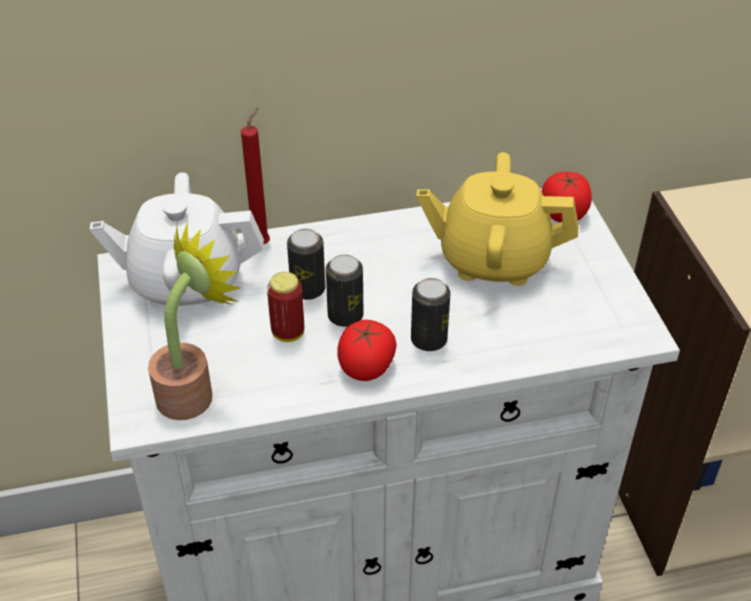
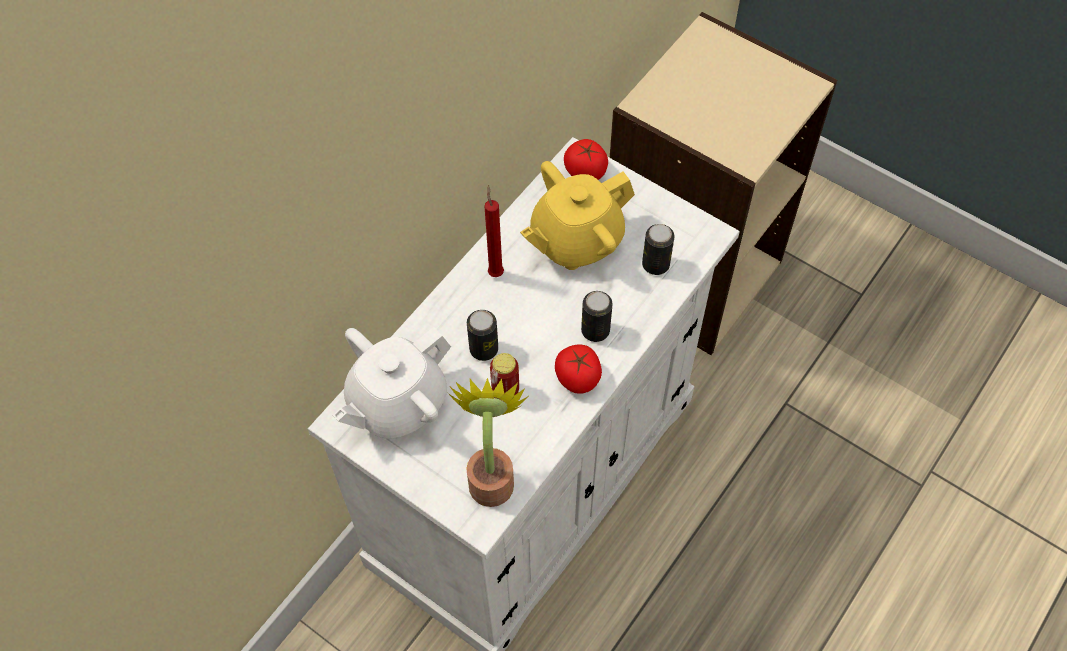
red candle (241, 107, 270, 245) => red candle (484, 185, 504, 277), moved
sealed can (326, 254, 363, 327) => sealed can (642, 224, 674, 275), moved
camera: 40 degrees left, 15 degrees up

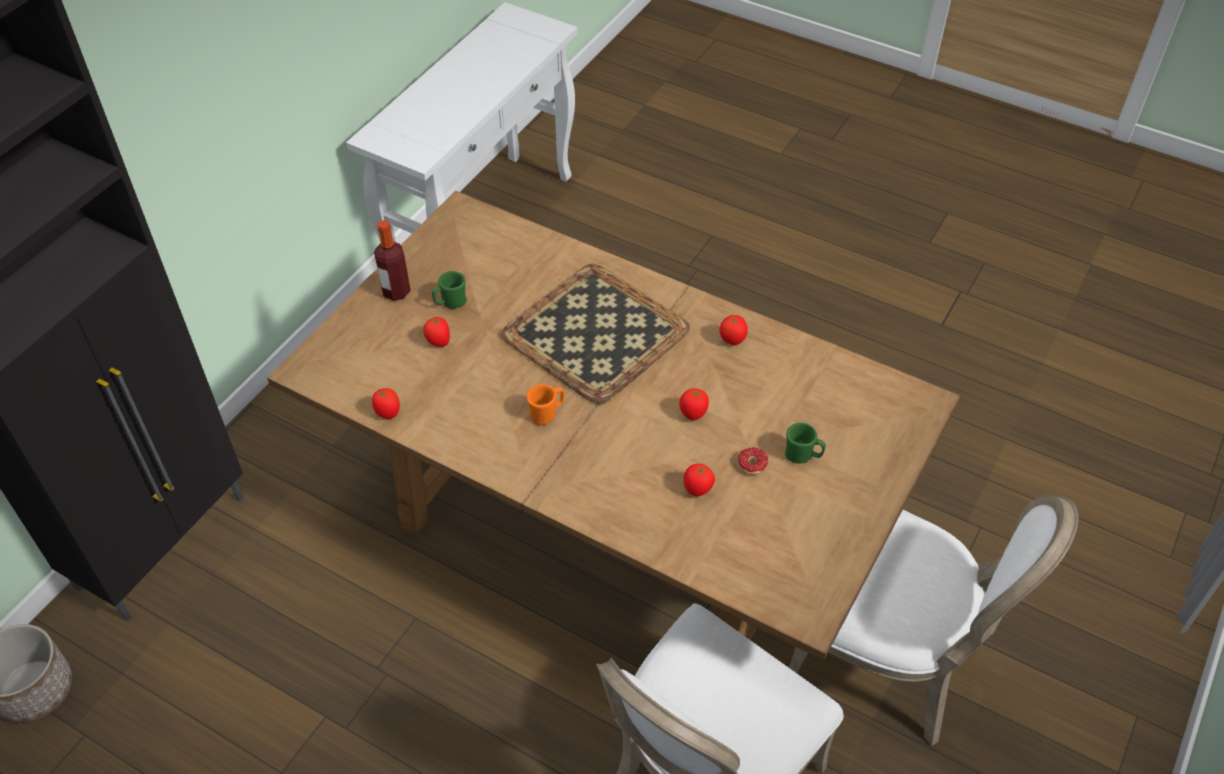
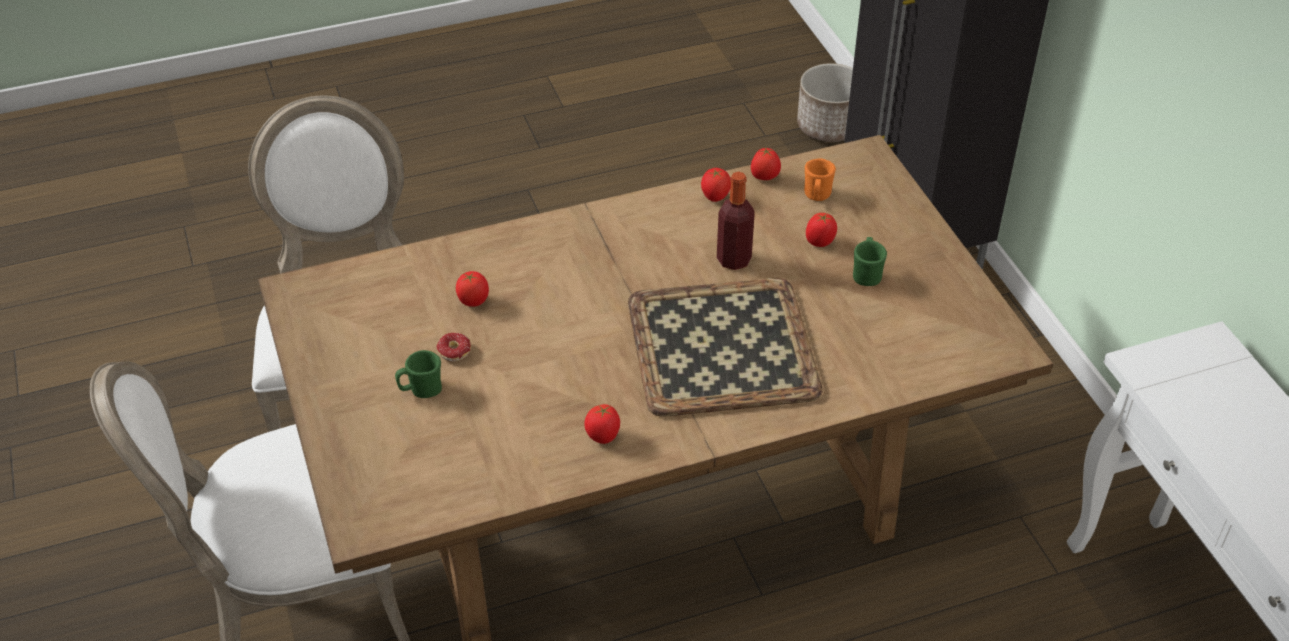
tomato (679, 388, 709, 420) => tomato (701, 168, 731, 202), moved
bottle (374, 220, 411, 301) => bottle (717, 172, 755, 270), moved
orange tea mug (527, 384, 565, 425) => orange tea mug (804, 158, 836, 201), moved
camera: 130 degrees right, 5 degrees down

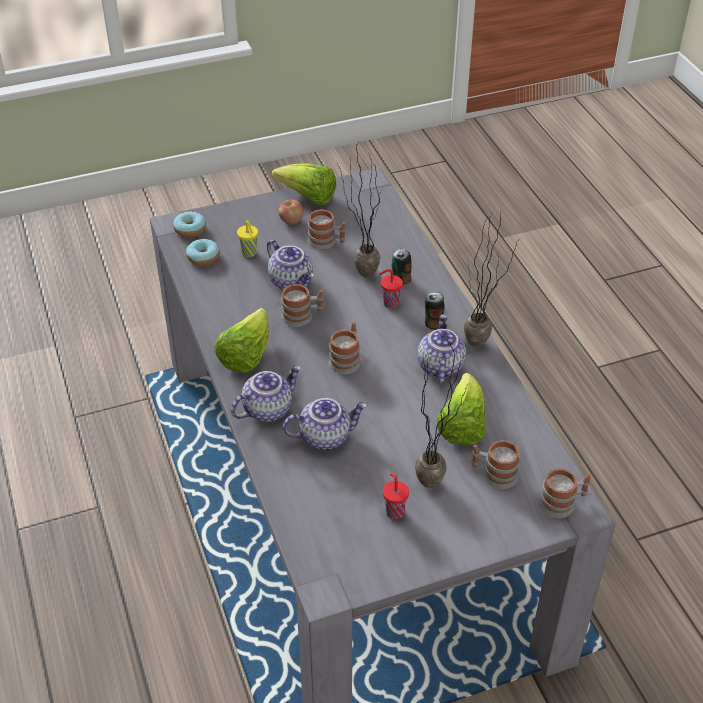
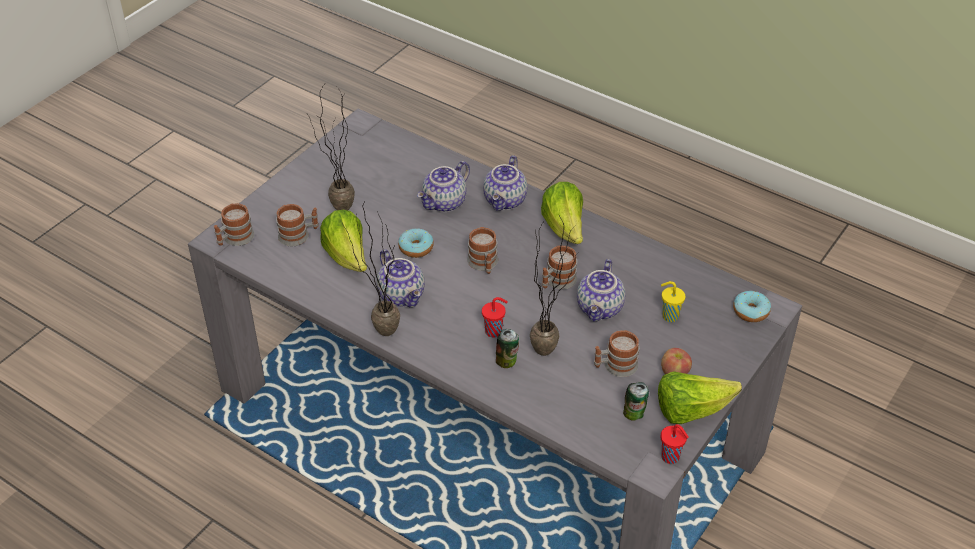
donut (186, 239, 220, 266) => donut (398, 228, 434, 258), moved
pot for tea (267, 240, 314, 290) => pot for tea (577, 259, 625, 322), 90 degrees counterclockwise
sealed can (425, 291, 445, 330) => sealed can (623, 382, 649, 421), moved
red drinking cup (383, 473, 409, 519) => red drinking cup (660, 424, 689, 464), moved
camera: 145 degrees right, 0 degrees up

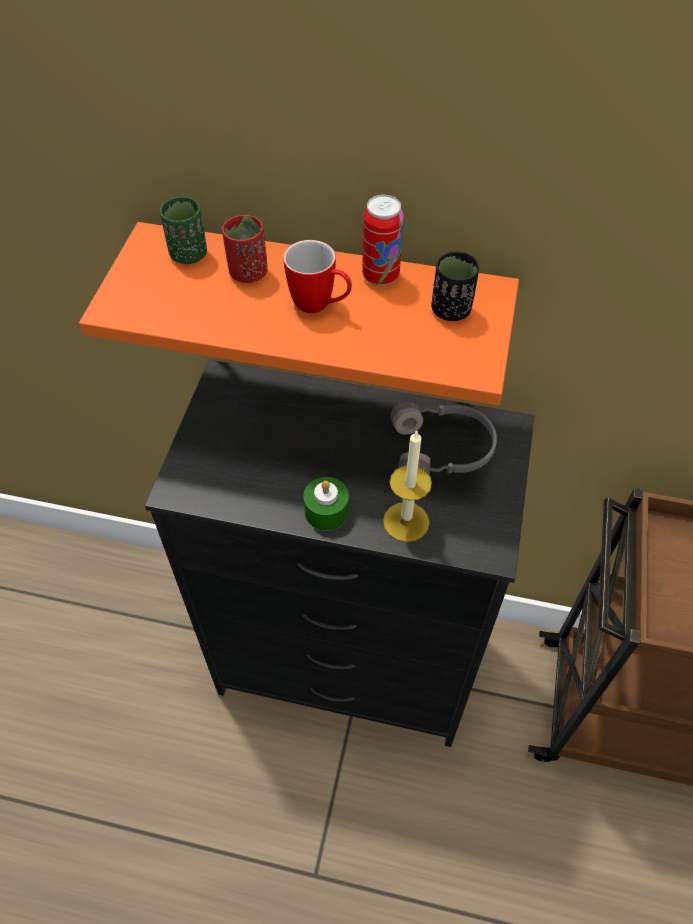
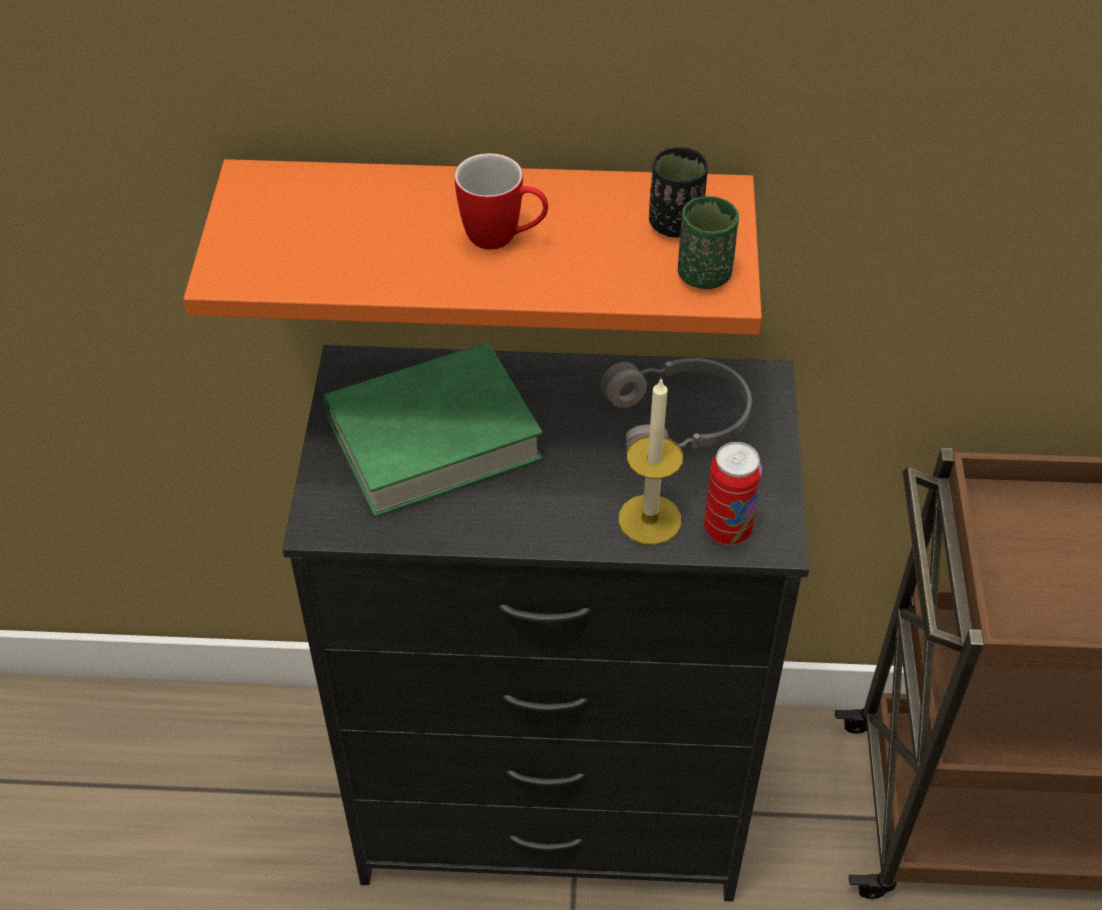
nothing => green-coloured volume (324, 343, 543, 518)
green-coloured drinking cup (160, 197, 207, 264) => green-coloured drinking cup (678, 196, 739, 289), moved
sealed can (362, 195, 404, 286) => sealed can (704, 442, 762, 546), moved
red drinking cup (222, 215, 268, 283) => nothing
green-coloured candle (303, 477, 349, 531) => nothing
camera: 10 degrees left, 5 degrees down

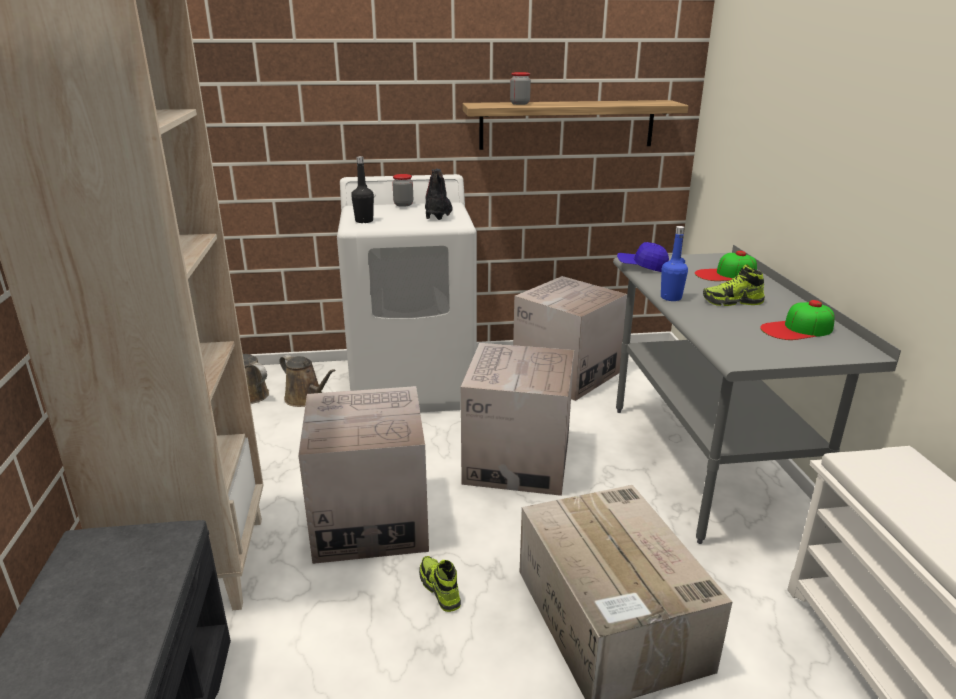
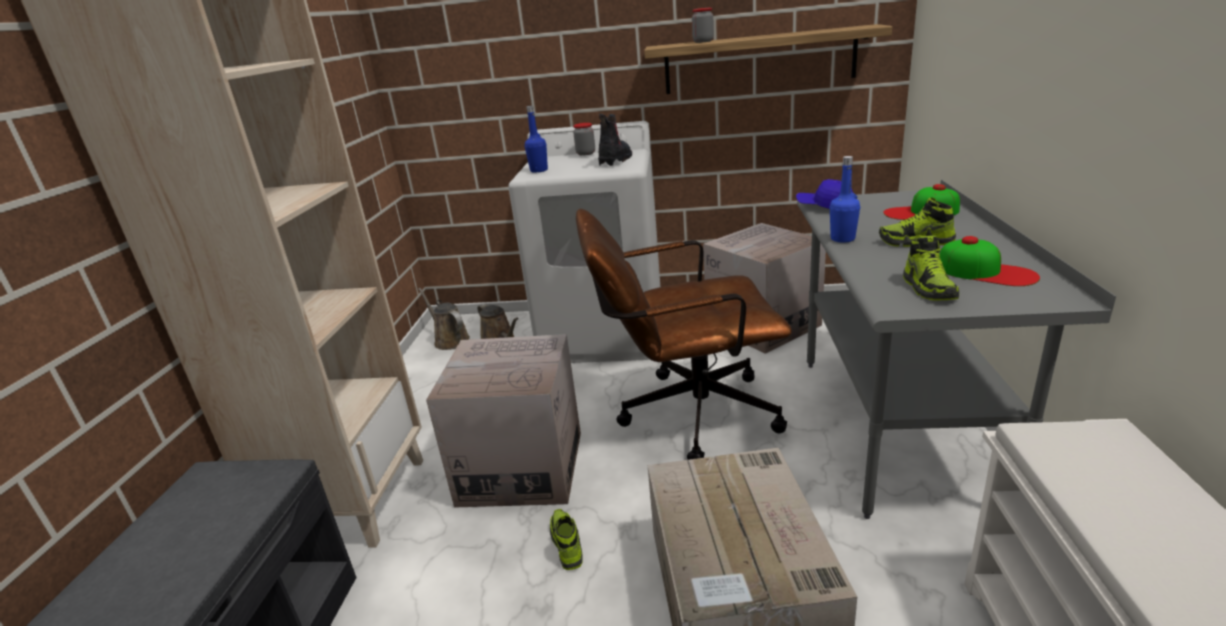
blackish bottle (351, 156, 374, 223) => blue bottle (525, 106, 548, 173)
carton (461, 343, 574, 496) => brown-coloured desk chair (576, 209, 792, 460)
nothing => low shoe (903, 235, 959, 300)
cap (760, 300, 835, 340) => cap (939, 236, 1040, 286), 135 degrees counterclockwise
camera: 15 degrees right, 0 degrees up

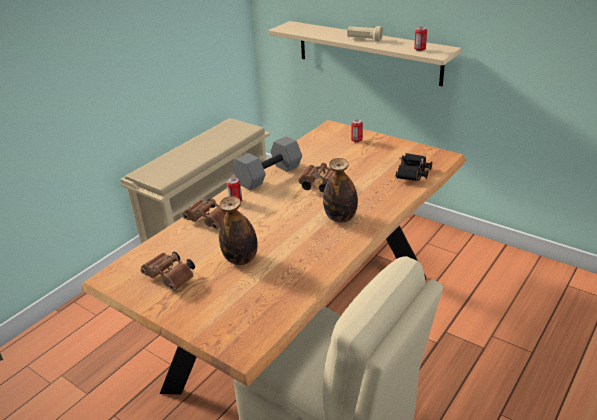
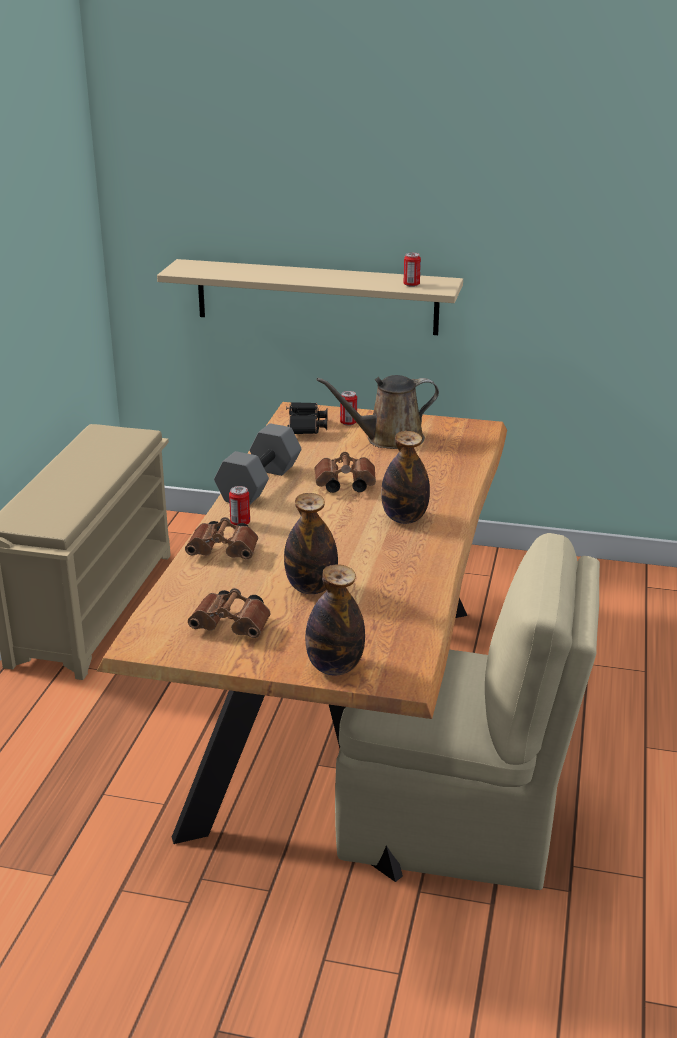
blackish pair of binoculars (396, 153, 432, 181) => blackish pair of binoculars (286, 402, 328, 434), moved
nothing => bottle (305, 564, 365, 676)
nothing => brown-coloured watering pot (317, 375, 439, 449)
beige-coloured hand torch (347, 26, 383, 41) => nothing
camera: 25 degrees left, 5 degrees down

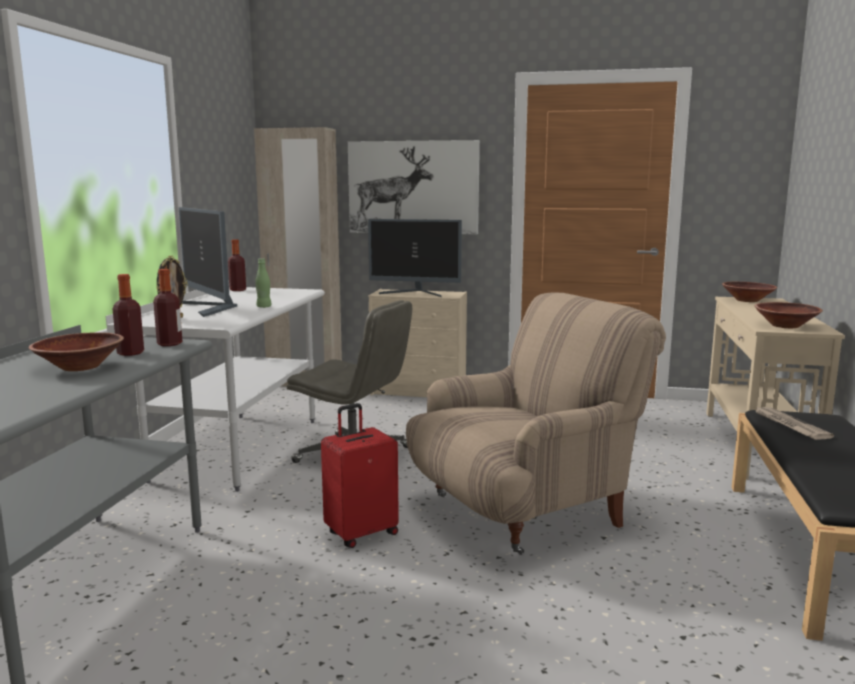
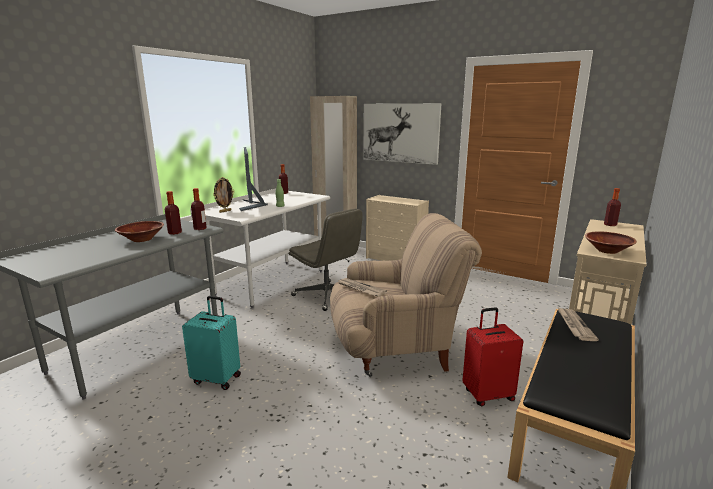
nothing => blue-green piece of luggage (182, 296, 241, 390)
nothing => daily paper (337, 278, 387, 297)
red piece of luggage (321, 403, 399, 548) => red piece of luggage (462, 307, 523, 406), moved
brown-coloured serving bowl (722, 282, 777, 302) => bottle (604, 188, 621, 226)
computer display (368, 219, 462, 297) => nothing
camera: 20 degrees right, 5 degrees up

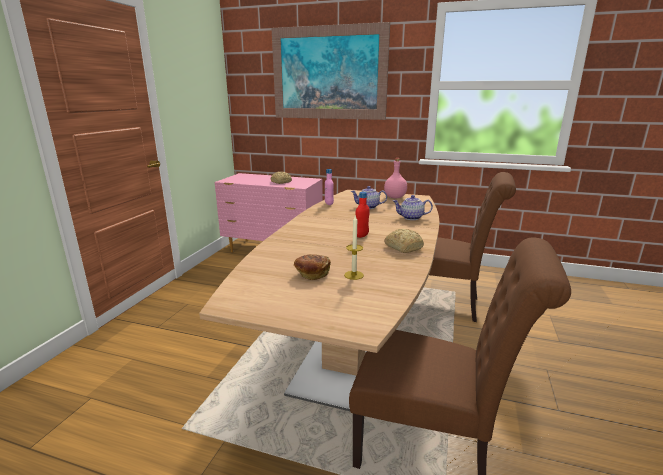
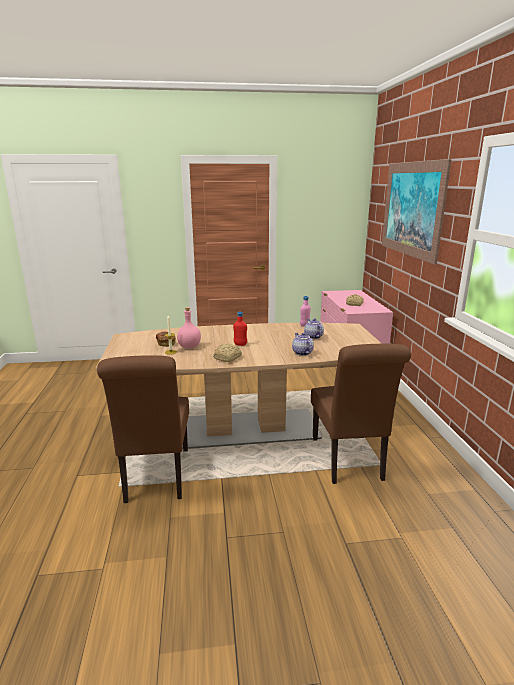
pinkish bottle (384, 158, 407, 198) => pinkish bottle (177, 307, 201, 349), moved
camera: 65 degrees right, 0 degrees up

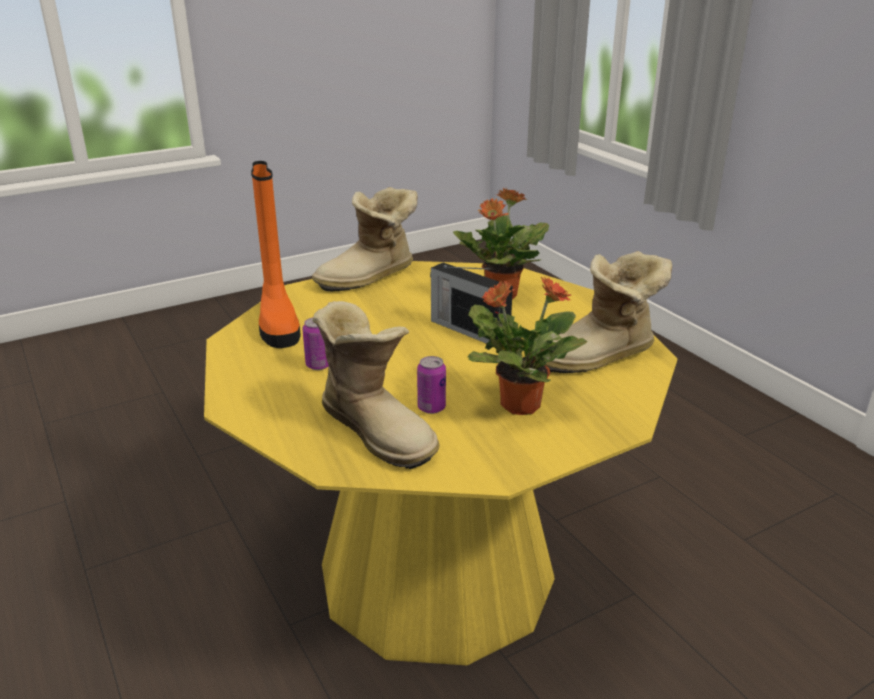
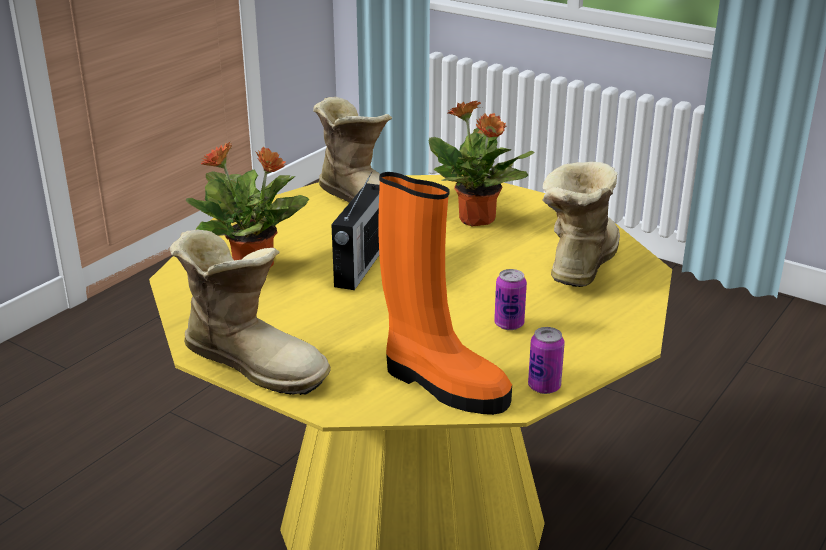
orange tall boot (251, 161, 301, 348) => orange tall boot (378, 172, 512, 415), 75 degrees clockwise
sealed can (417, 356, 446, 414) => sealed can (528, 327, 565, 394), moved
camera: 115 degrees left, 0 degrees up

